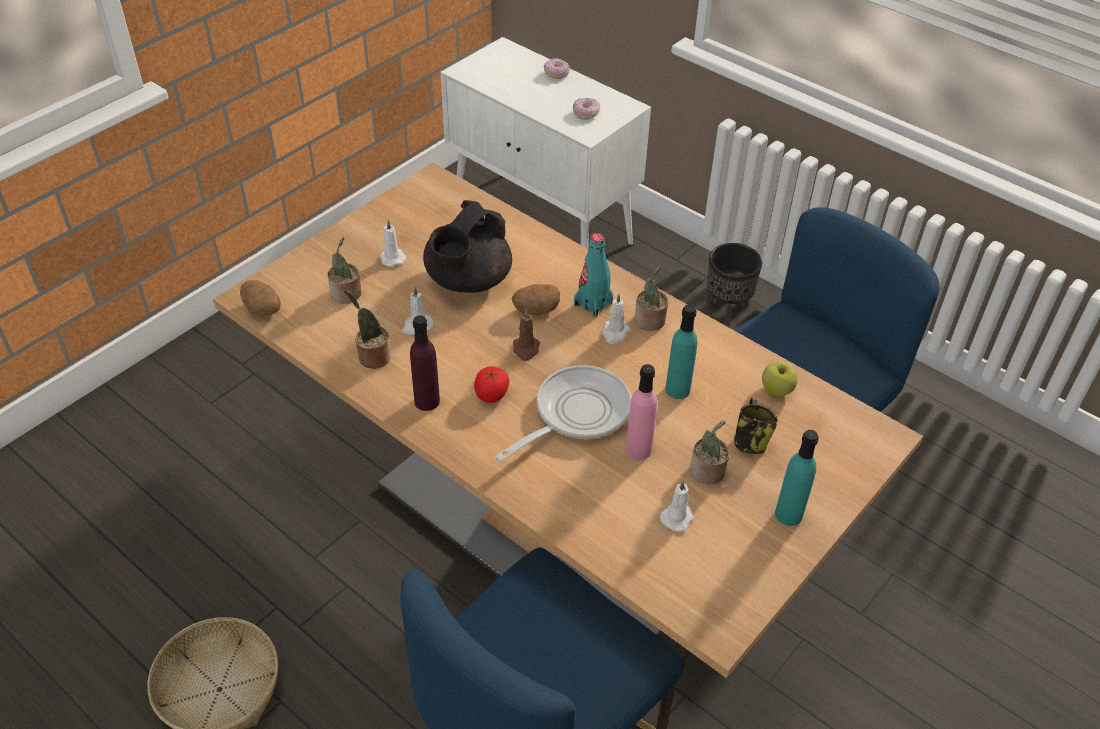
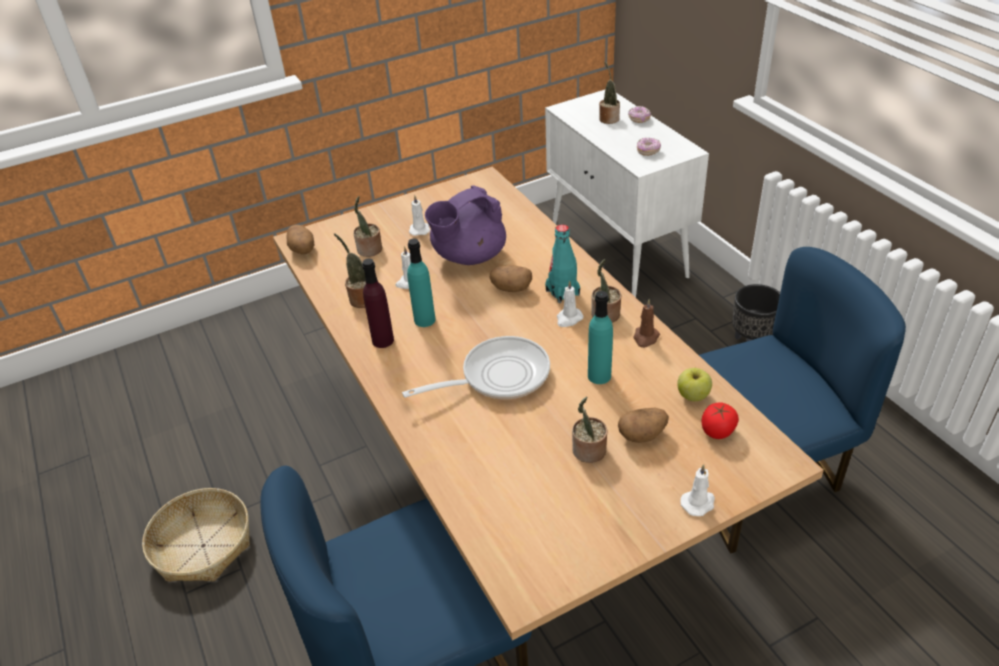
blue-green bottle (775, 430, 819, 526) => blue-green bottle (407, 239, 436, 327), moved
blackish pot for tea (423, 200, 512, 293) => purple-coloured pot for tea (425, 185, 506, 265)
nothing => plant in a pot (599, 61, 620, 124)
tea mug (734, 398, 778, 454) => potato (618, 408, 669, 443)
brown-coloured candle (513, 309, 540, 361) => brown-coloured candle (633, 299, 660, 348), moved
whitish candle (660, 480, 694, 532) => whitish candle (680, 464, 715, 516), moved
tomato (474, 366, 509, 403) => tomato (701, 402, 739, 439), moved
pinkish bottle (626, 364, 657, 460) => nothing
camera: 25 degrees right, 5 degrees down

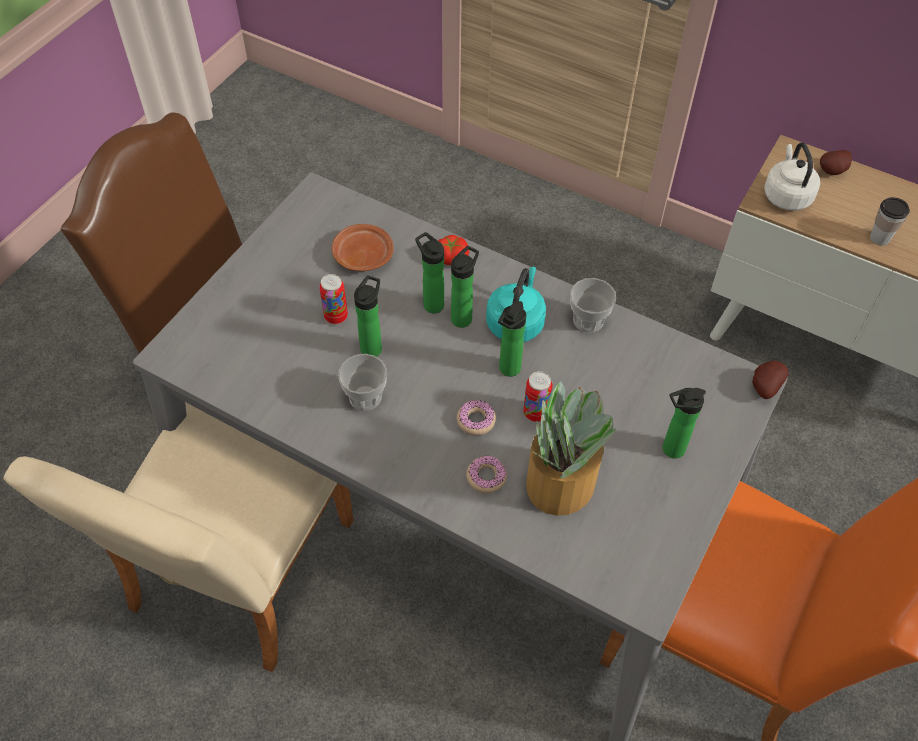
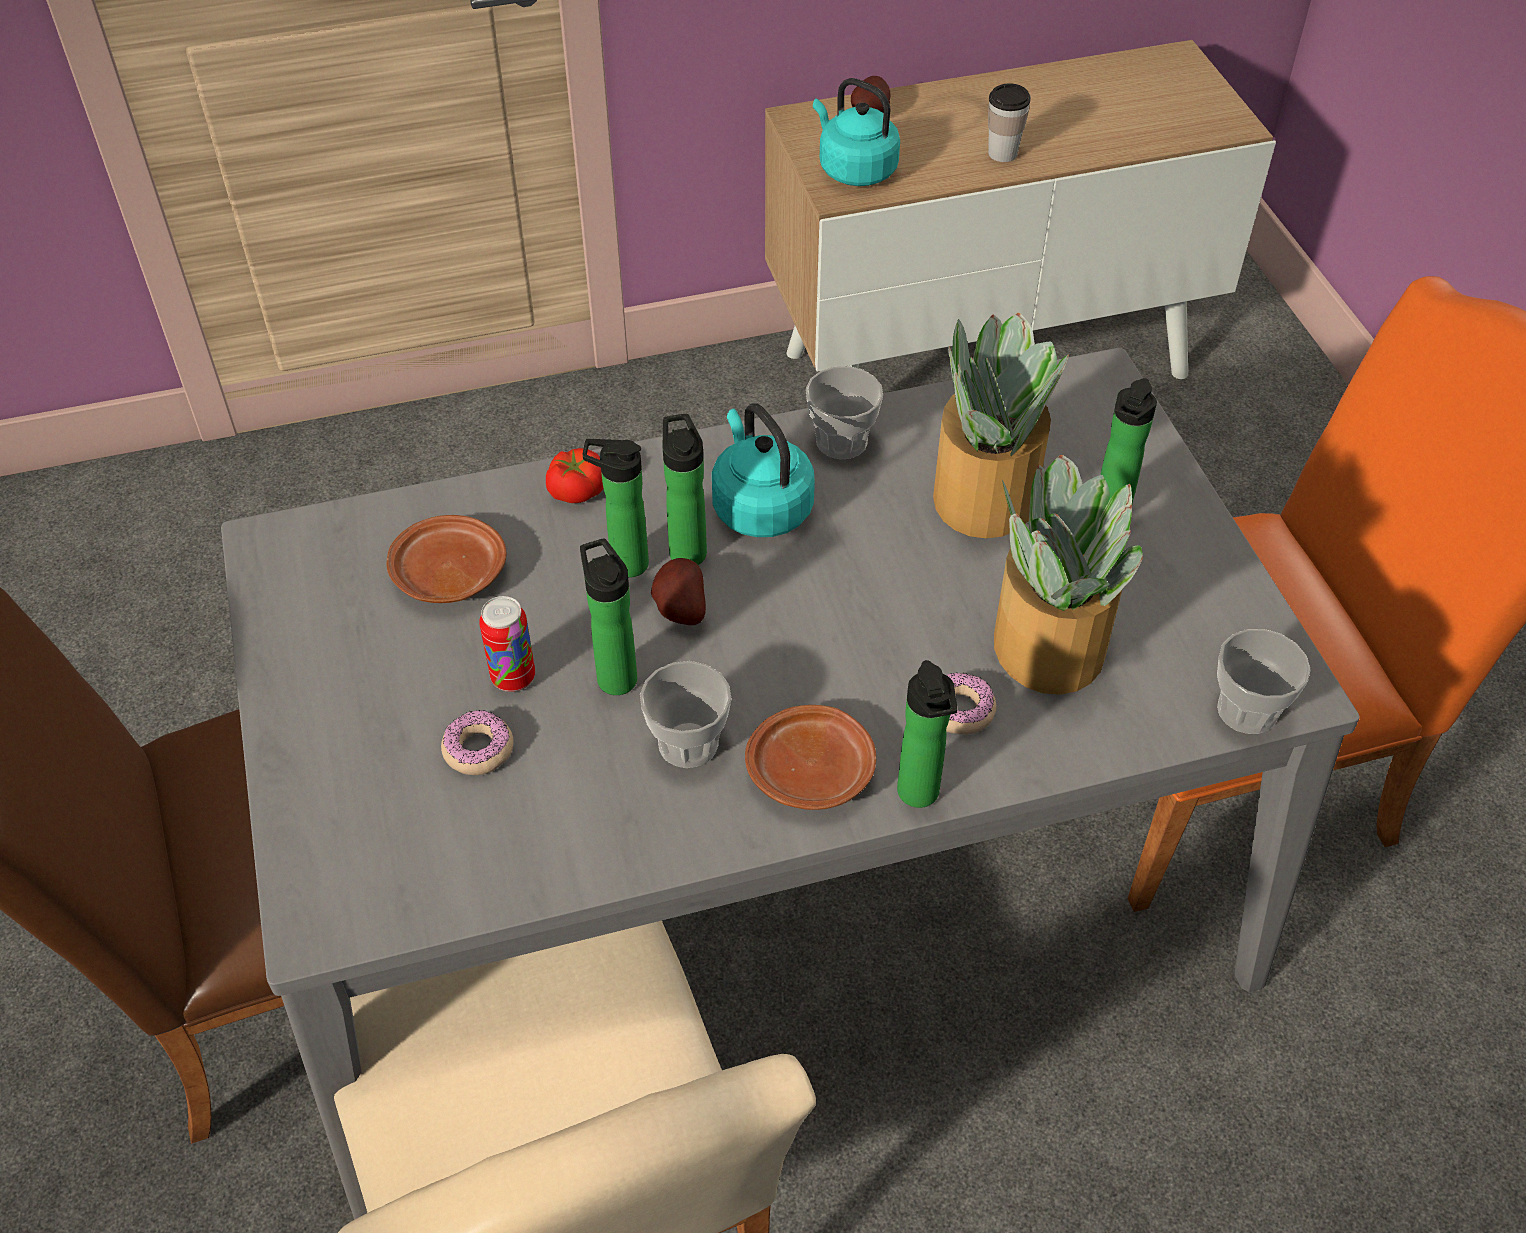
donut (457, 400, 496, 435) => donut (441, 710, 514, 775), moved
potato (752, 361, 788, 399) => potato (651, 558, 706, 625), moved
nothing => brown-coloured plate (745, 705, 876, 810)
whitish tea kettle (764, 142, 820, 211) => blue-green tea kettle (813, 78, 900, 186)
bottle (498, 301, 526, 377) => bottle (897, 660, 957, 808), moved
nothing => plant in a pot (933, 313, 1069, 538)
nothing => drinking cup (1217, 629, 1311, 734)
sealed can (523, 371, 553, 422) => nothing
camera: 45 degrees left, 5 degrees down

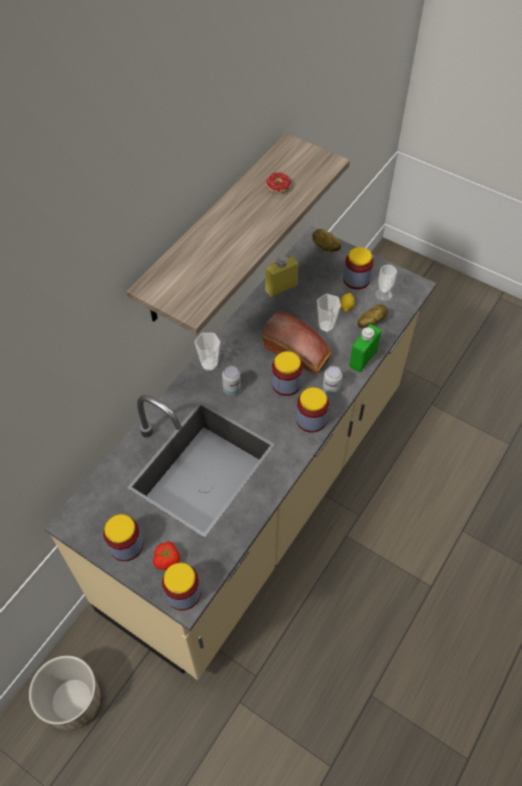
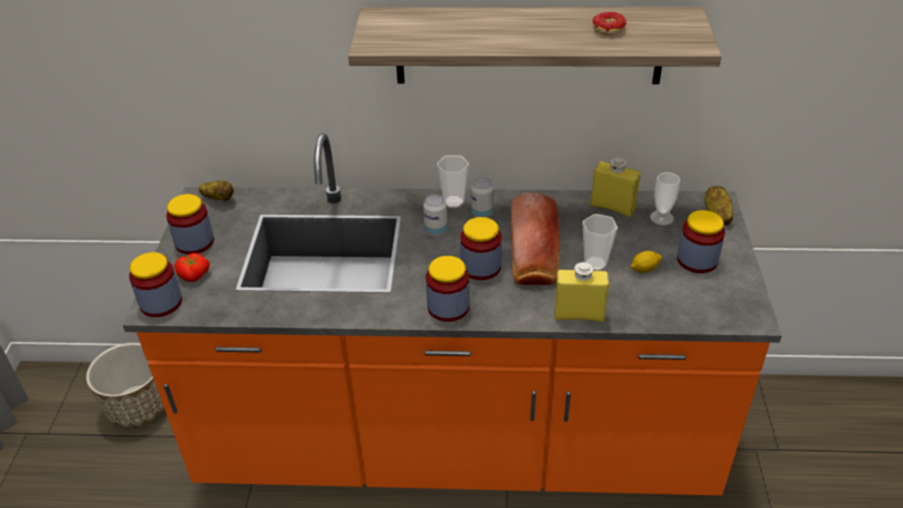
beige-coloured kitchen base unit (44, 226, 437, 680) => orange kitchen base unit (123, 133, 782, 496)
potato (358, 304, 388, 328) => potato (199, 180, 234, 202), moved
sealed can (323, 366, 342, 396) => sealed can (471, 177, 494, 218), moved
green-coloured bottle (349, 324, 381, 372) => yellowish bottle (555, 262, 609, 322)
drinking cup (375, 265, 397, 301) => drinking cup (650, 172, 680, 225), moved
camera: 60 degrees right, 15 degrees down

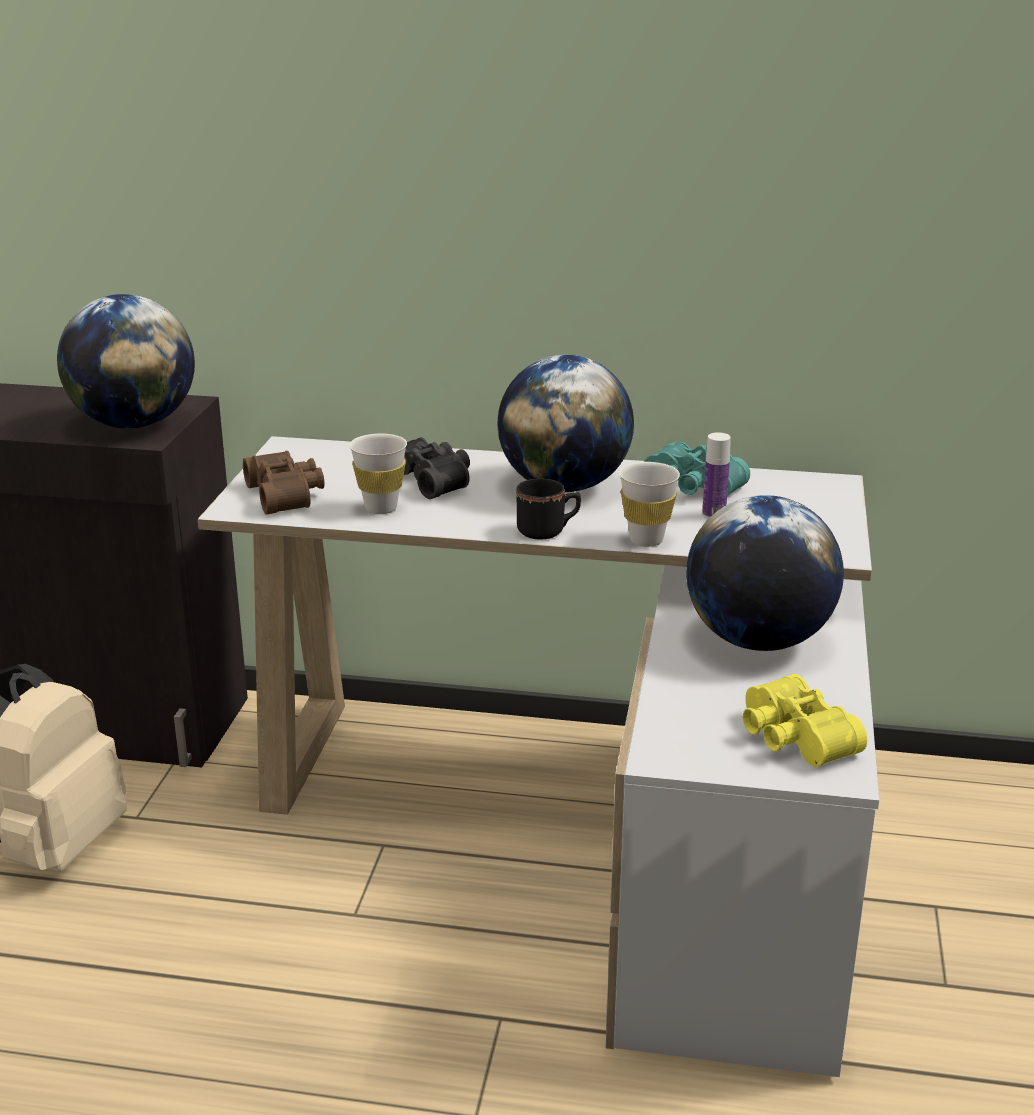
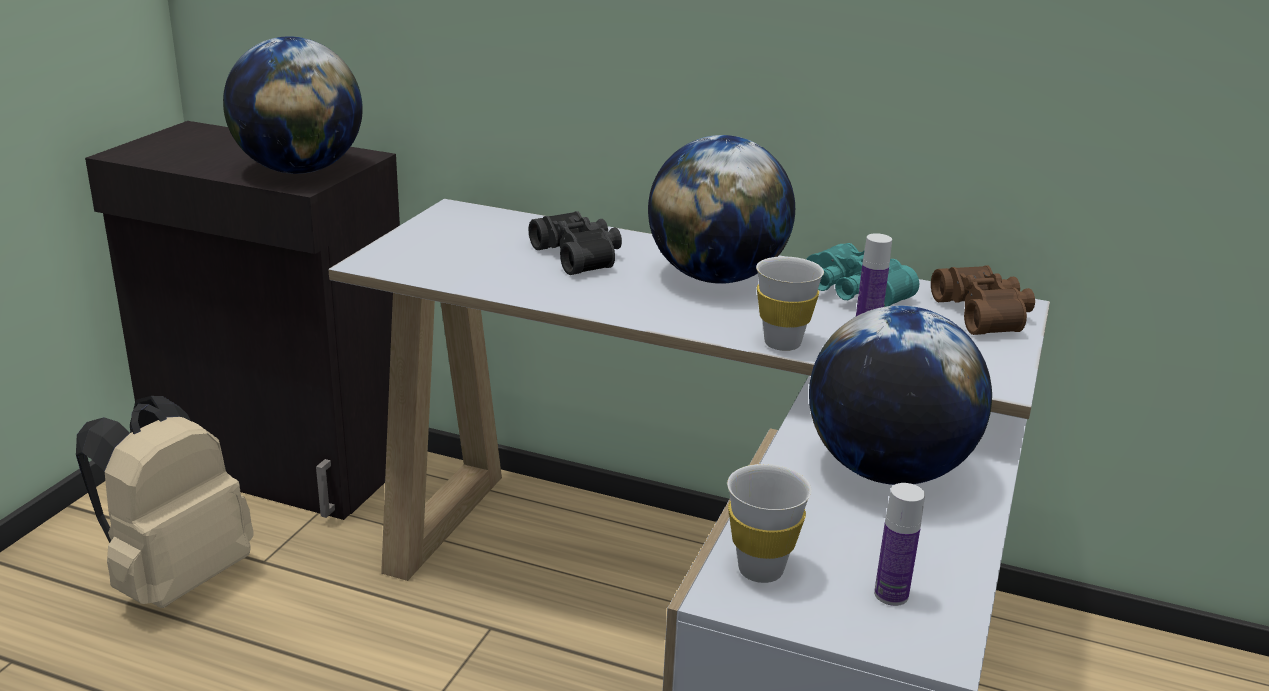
whitish drinking cup (349, 434, 407, 514) => whitish drinking cup (727, 464, 812, 583), moved
yellowish pair of binoculars (743, 674, 867, 767) => bottle (874, 483, 925, 606)
brown-coloured pair of binoculars (243, 451, 325, 514) => brown-coloured pair of binoculars (931, 265, 1035, 335), moved
blackish tea mug (516, 478, 581, 540) => nothing
camera: 10 degrees right, 0 degrees up

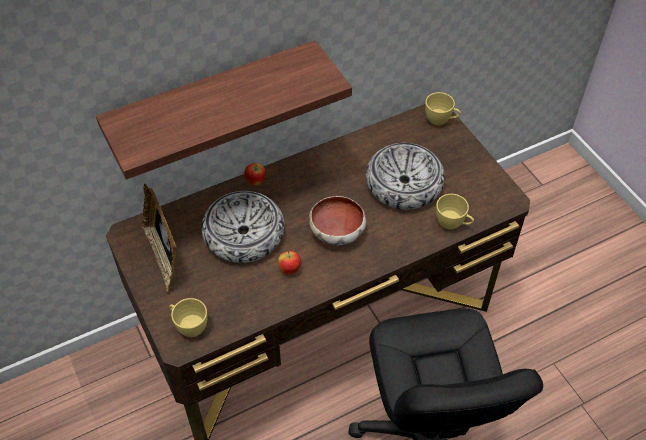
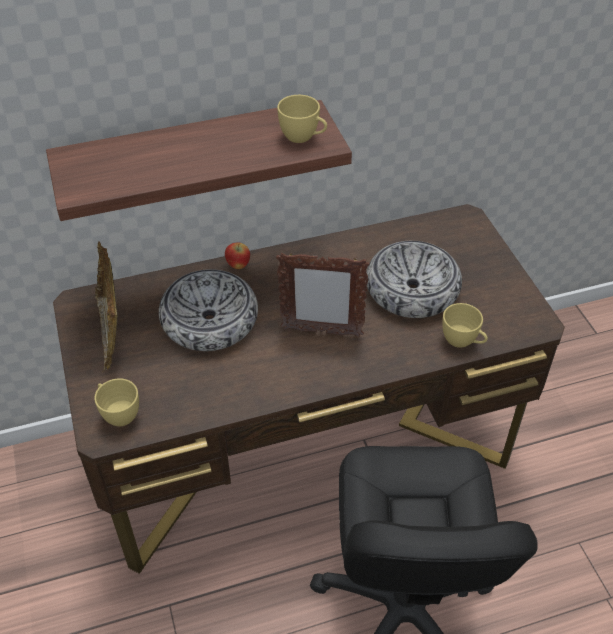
serving bowl (309, 196, 366, 245) => picture frame (276, 253, 370, 337)
yellowish drinking cup (425, 92, 461, 125) => yellowish drinking cup (277, 95, 327, 143), moved
apple (278, 251, 301, 275) => nothing
camera: 10 degrees right, 5 degrees down

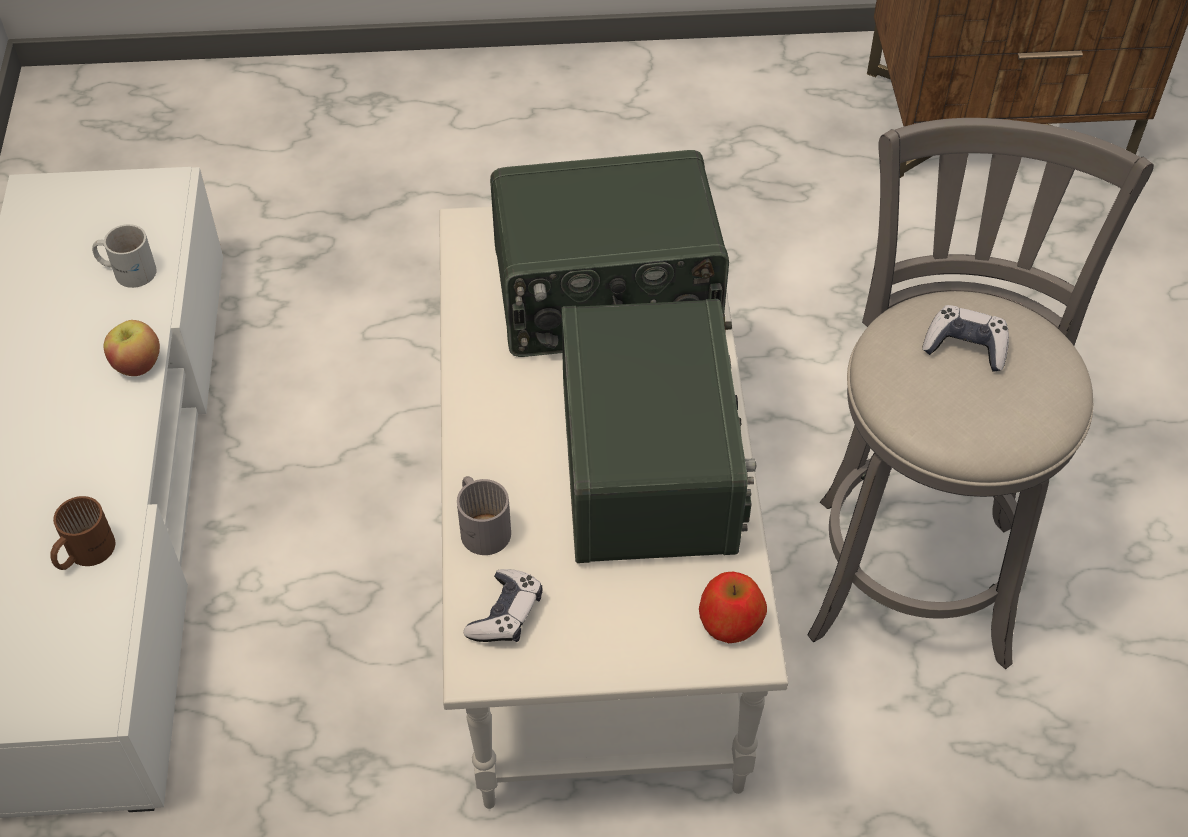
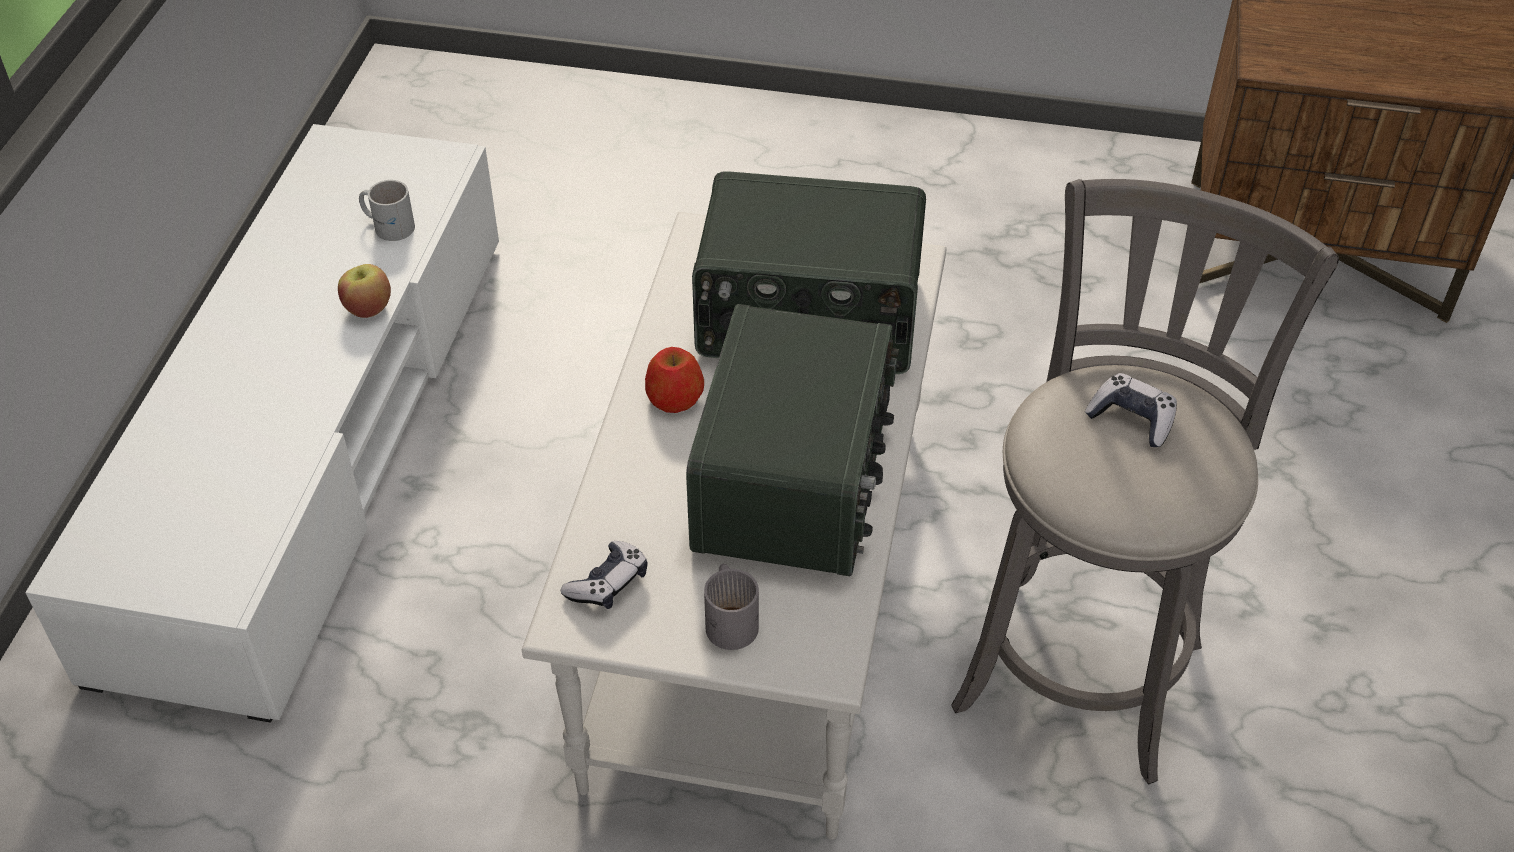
apple (699, 571, 767, 643) => apple (645, 347, 704, 413), moved
grey tea mug (457, 476, 511, 555) => grey tea mug (704, 564, 759, 650), moved
brown-coloured tea mug (51, 496, 115, 570) => nothing
camera: 15 degrees right, 5 degrees down

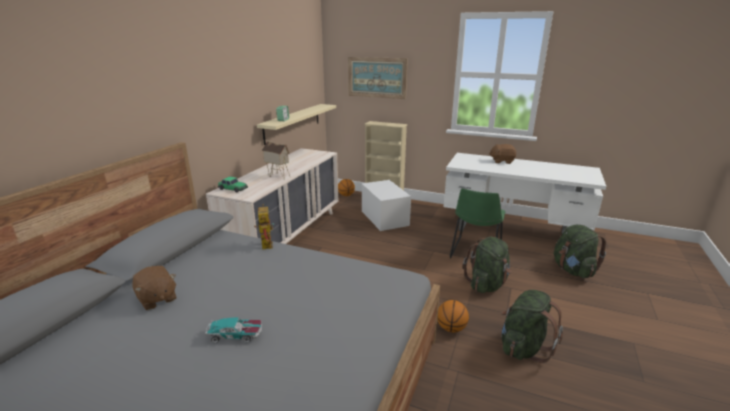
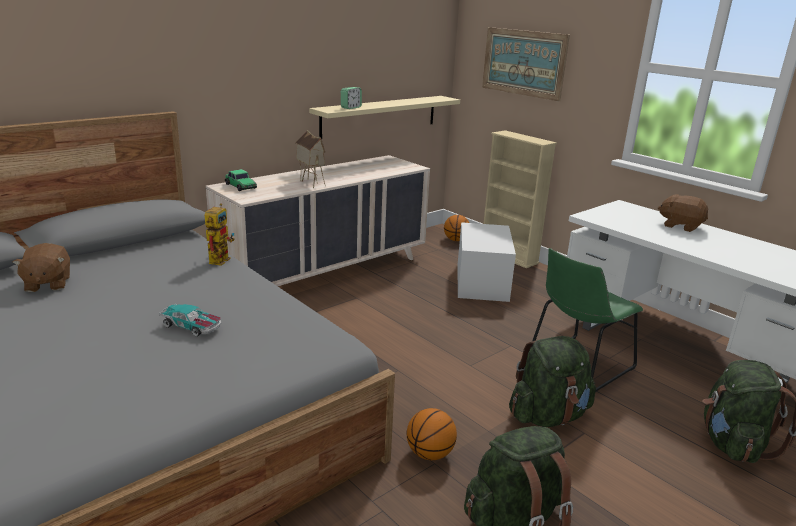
miniature car (205, 317, 262, 343) => miniature car (159, 303, 221, 337), moved
camera: 25 degrees right, 0 degrees up

